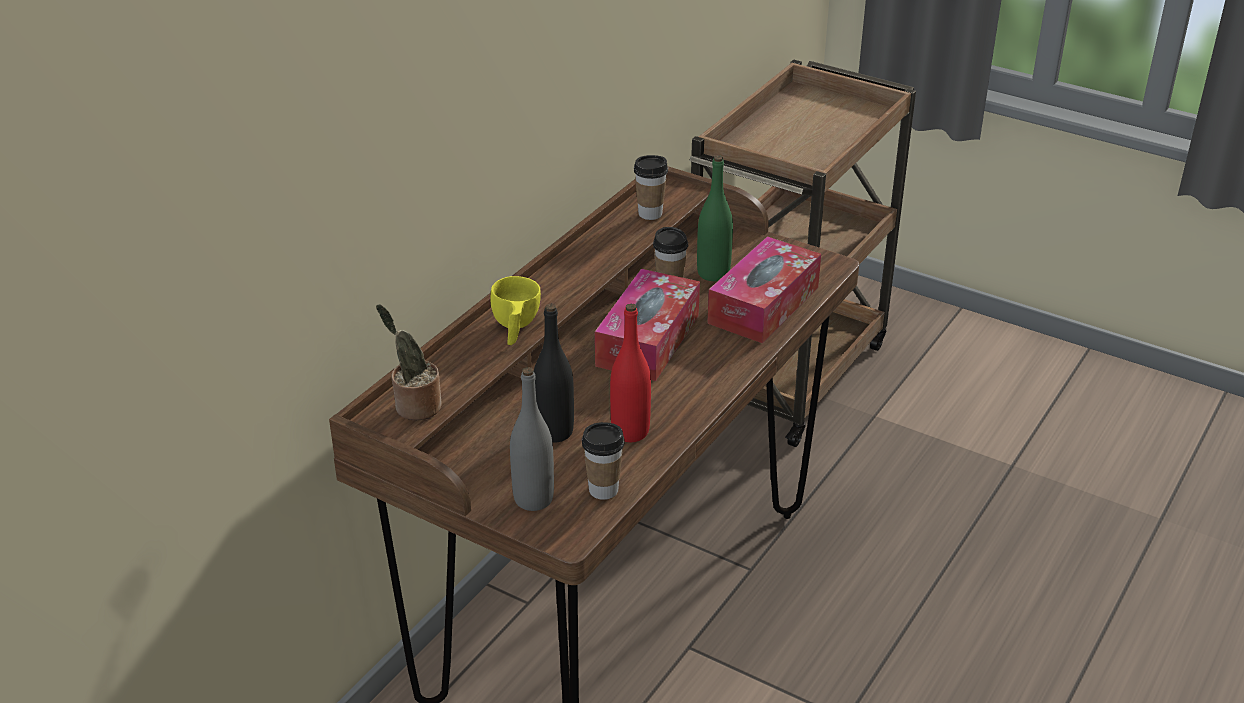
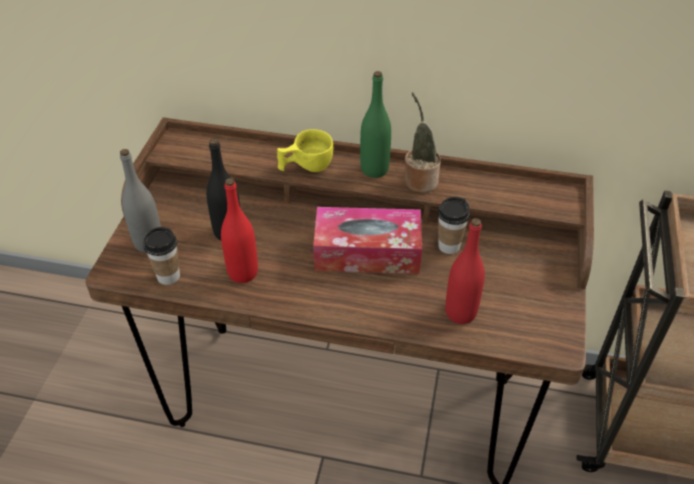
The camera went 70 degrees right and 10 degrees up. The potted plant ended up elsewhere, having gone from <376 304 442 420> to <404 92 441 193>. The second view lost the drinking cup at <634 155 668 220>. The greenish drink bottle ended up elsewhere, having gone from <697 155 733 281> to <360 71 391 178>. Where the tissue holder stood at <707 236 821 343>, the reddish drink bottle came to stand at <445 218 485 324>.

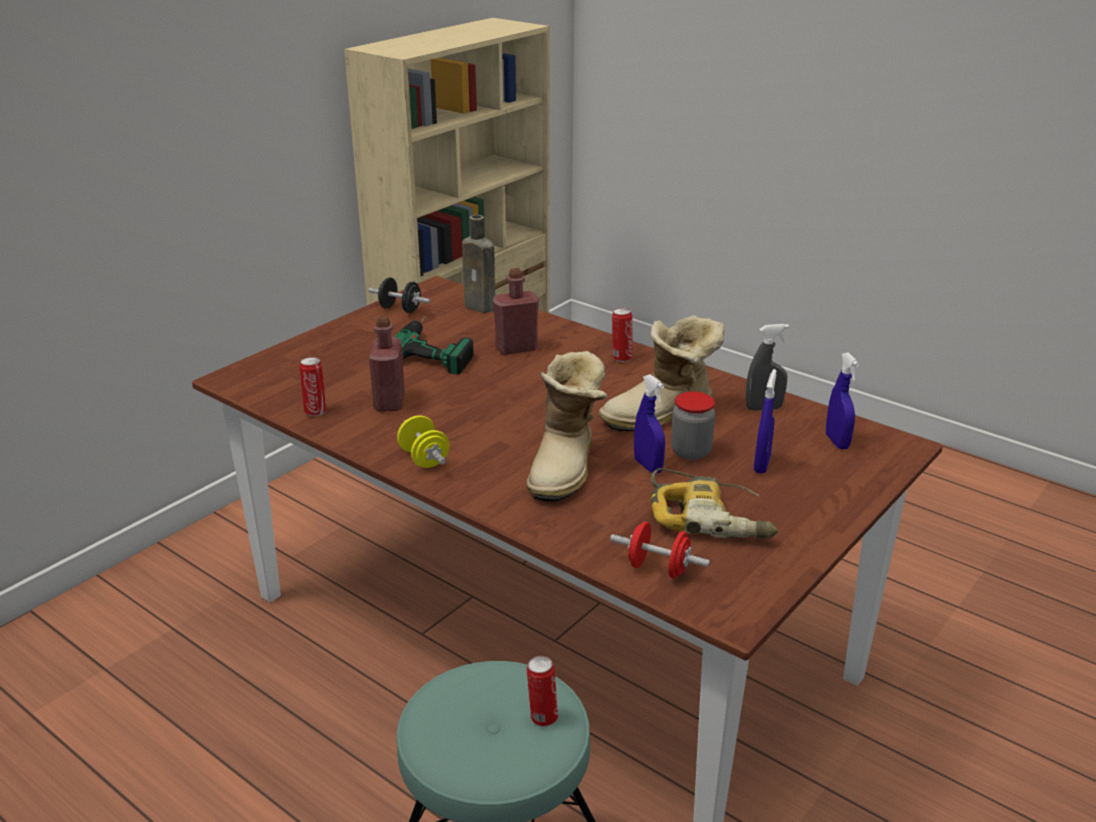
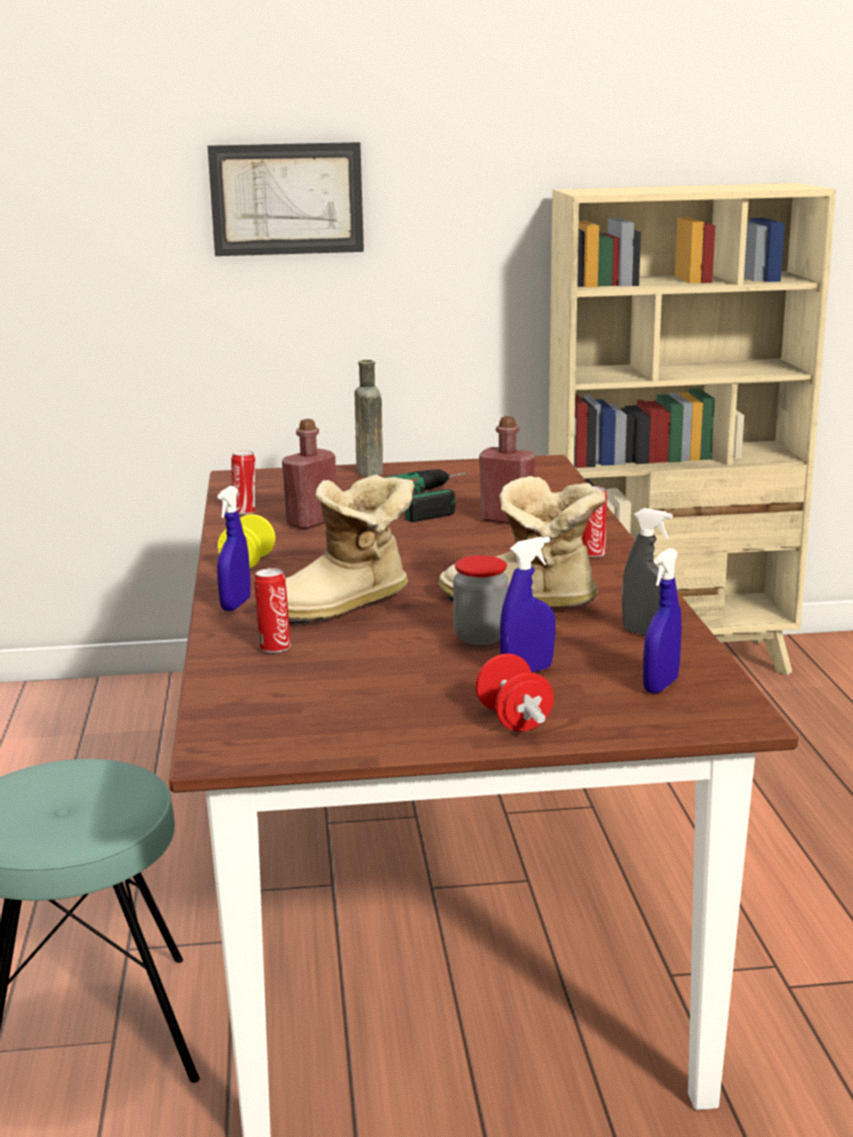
The camera went 45 degrees right and 10 degrees down. The second view lost the black-coloured free weight at <369 277 430 313>. The brownish drink bottle ended up elsewhere, having gone from <462 215 495 313> to <355 360 383 477>. The can ended up elsewhere, having gone from <527 656 558 727> to <254 568 291 653>. The reddish free weight ended up elsewhere, having gone from <610 522 710 578> to <475 654 554 732>. The bluish hand sprayer ended up elsewhere, having gone from <634 374 665 473> to <217 486 251 611>. The second view lost the drill at <651 468 778 539>. The second view gained the picture at <208 142 364 256>.

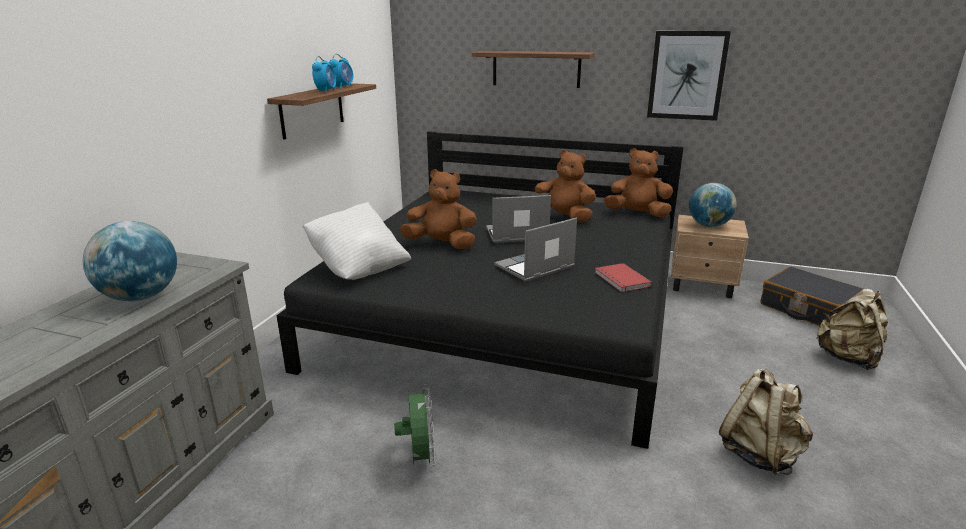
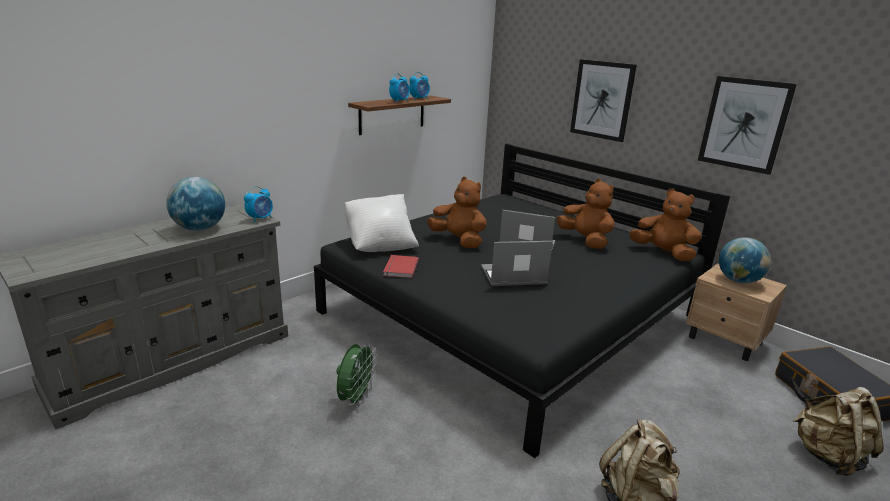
The camera went 25 degrees right and 0 degrees up. Where the wall shelf hung at <472 51 595 88>, the picture came to hang at <570 59 637 142>. The reddish volume ended up elsewhere, having gone from <595 263 652 292> to <383 255 419 278>. The second view gained the table clock at <244 186 273 222>.

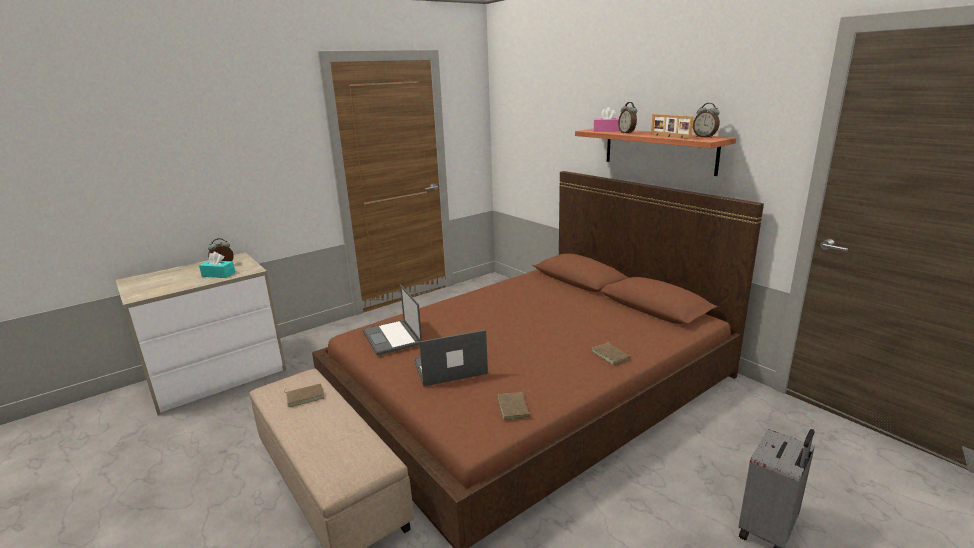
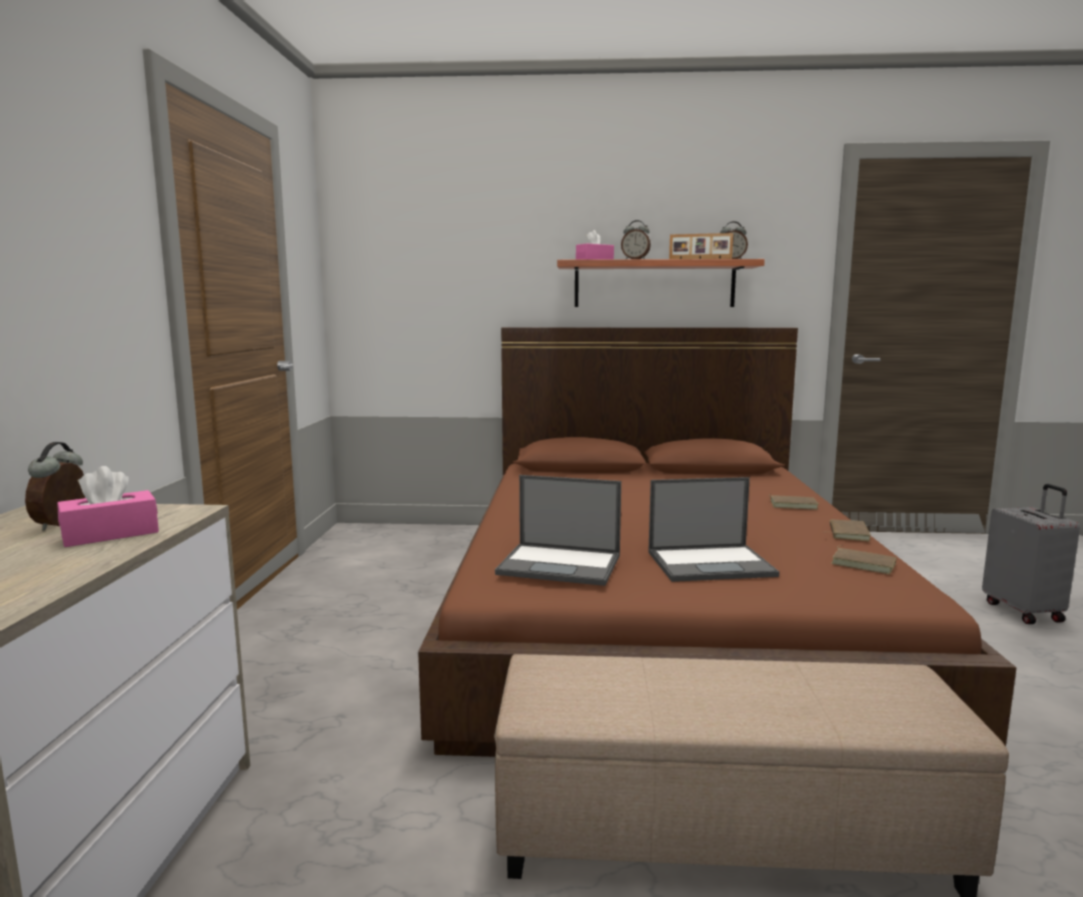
The camera went 50 degrees left and 10 degrees down. What was the turquoise tissue holder at <199 252 235 278> turned into the pinkish tissue holder at <57 466 159 547>. The brownish volume ended up elsewhere, having gone from <284 383 324 407> to <822 519 871 541>. The portable computer at <414 330 488 387> ended up facing another way, 120 degrees counterclockwise from before.

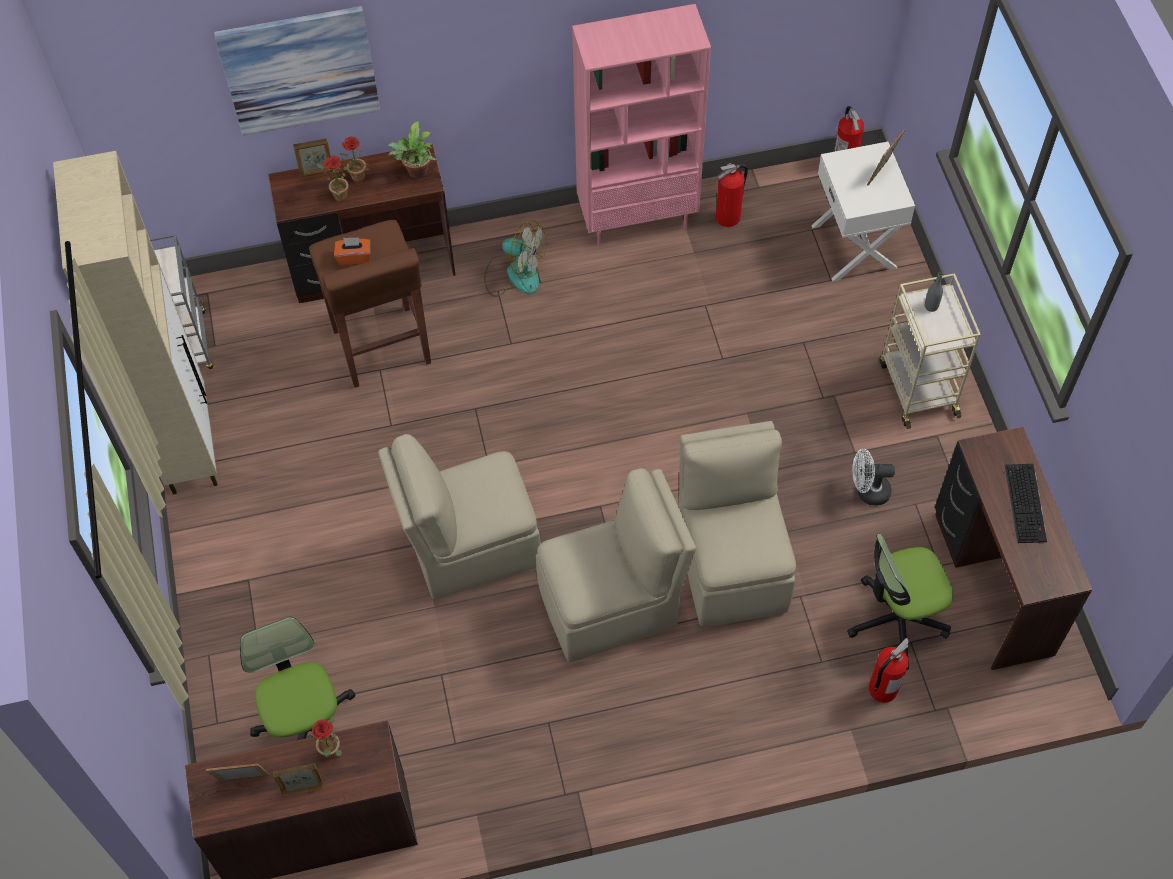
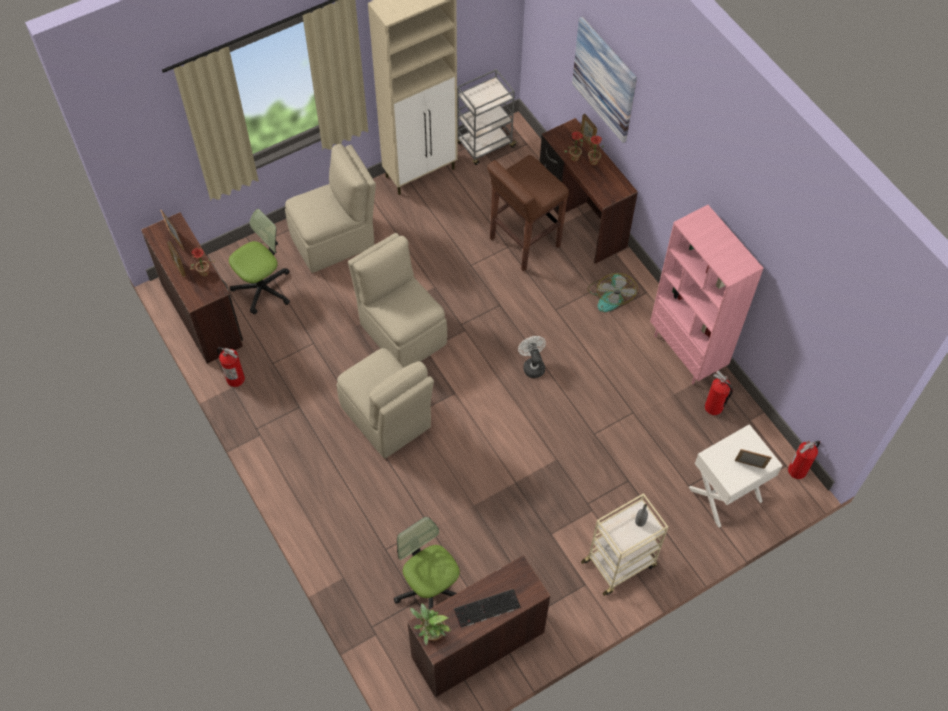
The camera went 70 degrees right and 0 degrees up. The second view lost the orange-coloured tissue holder at <334 237 371 265>. The potted plant ended up elsewhere, having gone from <388 121 436 178> to <410 604 451 645>. The beige chair ended up elsewhere, having gone from <678 421 796 626> to <285 144 376 273>. The white electric fan ended up elsewhere, having gone from <852 449 895 506> to <518 336 546 378>. The fire-fighting cylinder ended up elsewhere, having gone from <869 638 910 703> to <217 347 245 387>.

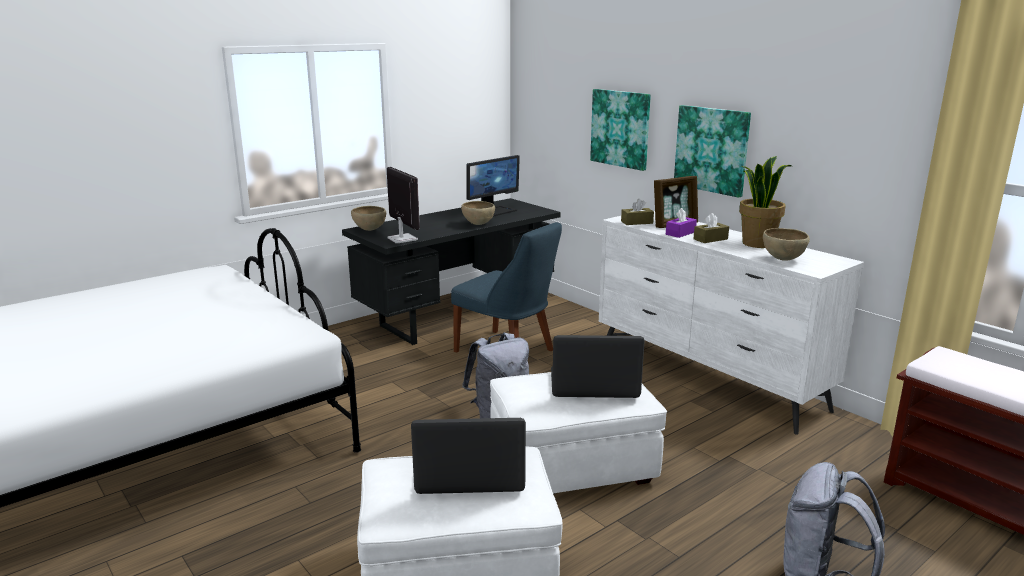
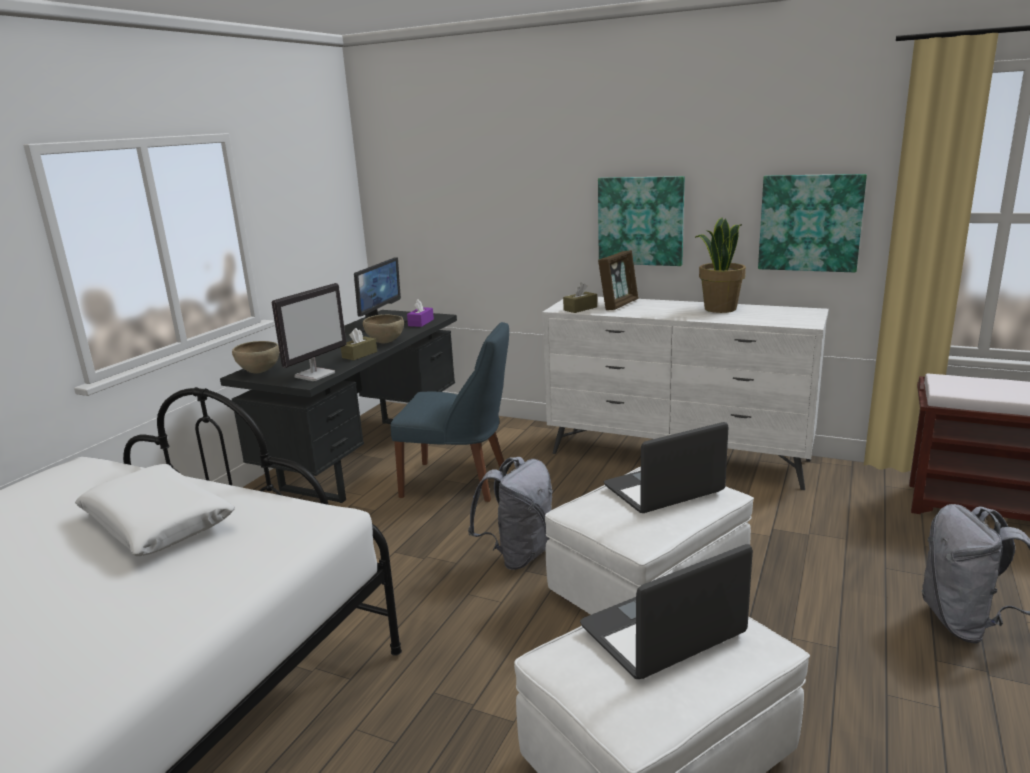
The camera went 25 degrees left and 0 degrees up. The monitor at <387 167 420 243> ended up facing another way, 90 degrees clockwise from before. The picture ended up elsewhere, having gone from <590 89 651 171> to <758 174 867 273>. The purple-coloured tissue holder ended up elsewhere, having gone from <666 208 697 238> to <407 299 434 327>. The brownish tissue holder ended up elsewhere, having gone from <694 213 729 243> to <341 328 377 360>. The second view lost the brownish serving bowl at <763 228 810 261>. The second view gained the white pillow at <75 464 235 556>.

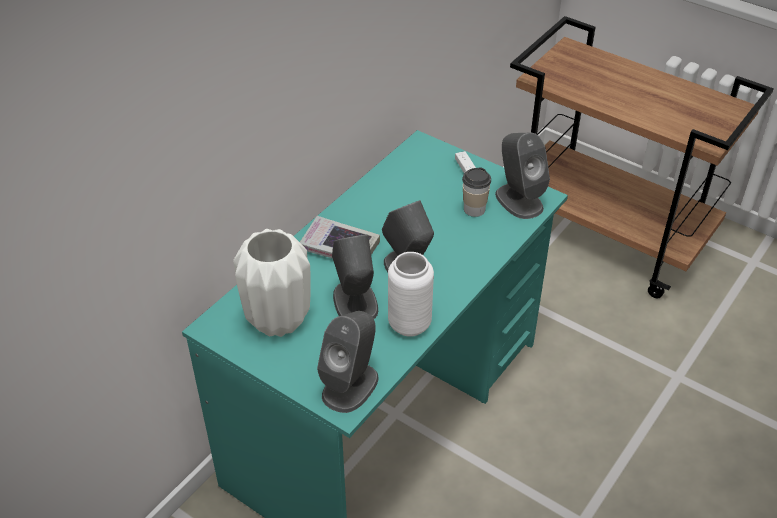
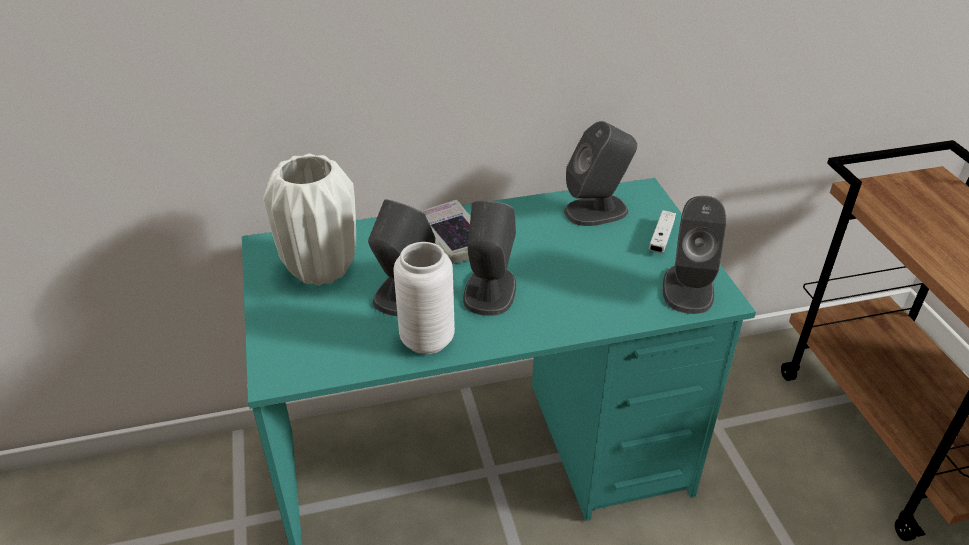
The camera went 40 degrees right and 5 degrees down. The grey speaker ended up elsewhere, having gone from <317 311 379 413> to <564 121 637 226>. The second view lost the drinking cup at <462 167 491 217>.

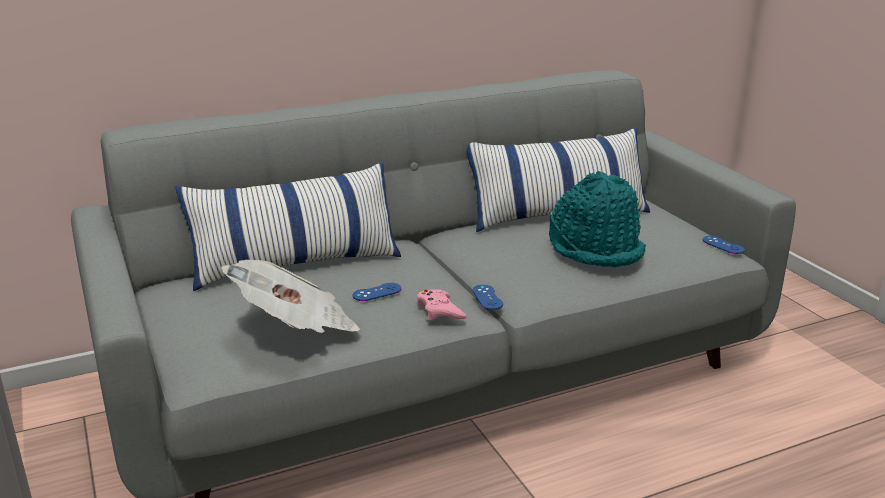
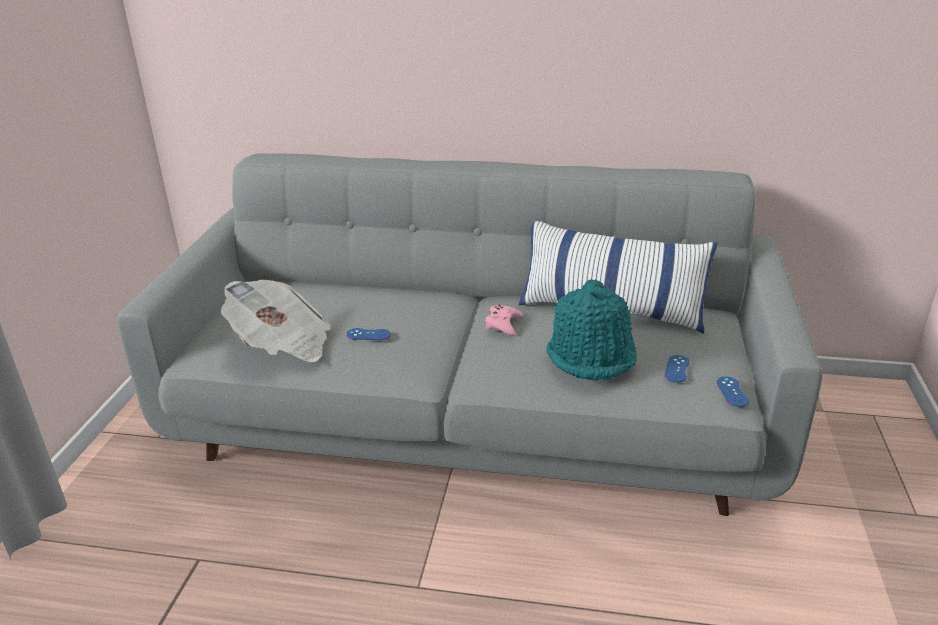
The camera went 35 degrees right and 5 degrees up. The second view lost the pillow at <175 162 401 291>. The pinkish joypad ended up elsewhere, having gone from <417 289 467 321> to <485 305 523 336>. The bluish joypad ended up elsewhere, having gone from <472 285 503 310> to <665 355 690 383>.

